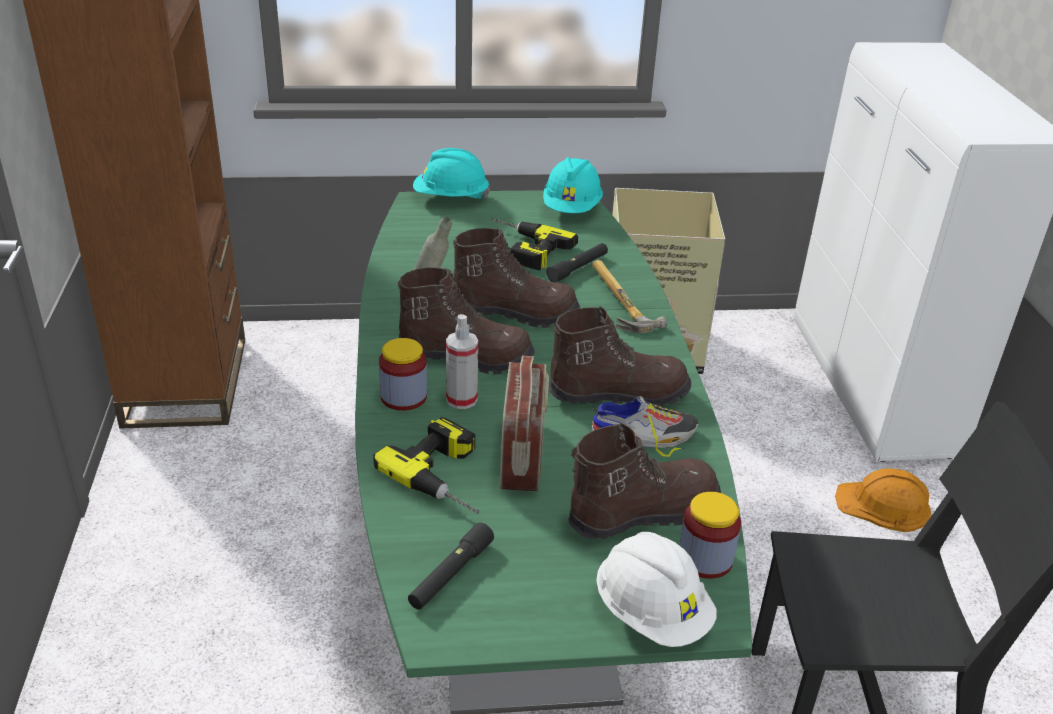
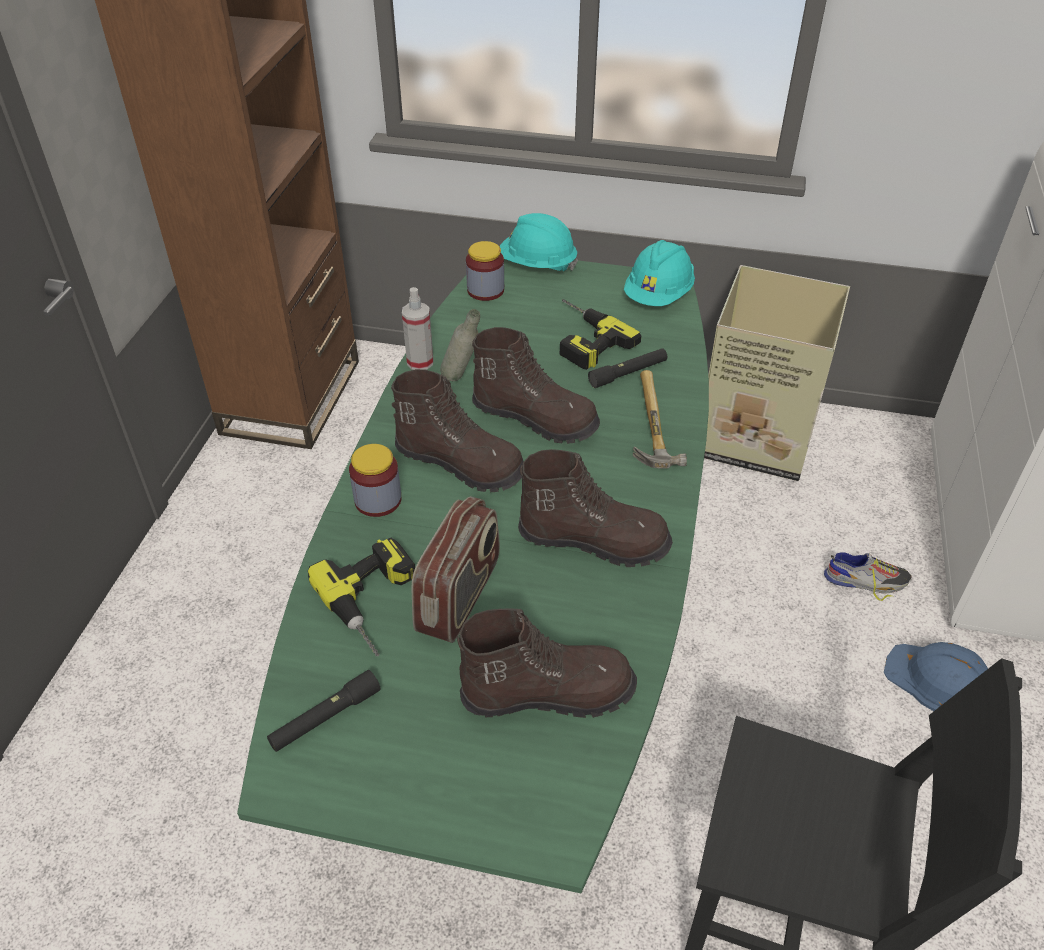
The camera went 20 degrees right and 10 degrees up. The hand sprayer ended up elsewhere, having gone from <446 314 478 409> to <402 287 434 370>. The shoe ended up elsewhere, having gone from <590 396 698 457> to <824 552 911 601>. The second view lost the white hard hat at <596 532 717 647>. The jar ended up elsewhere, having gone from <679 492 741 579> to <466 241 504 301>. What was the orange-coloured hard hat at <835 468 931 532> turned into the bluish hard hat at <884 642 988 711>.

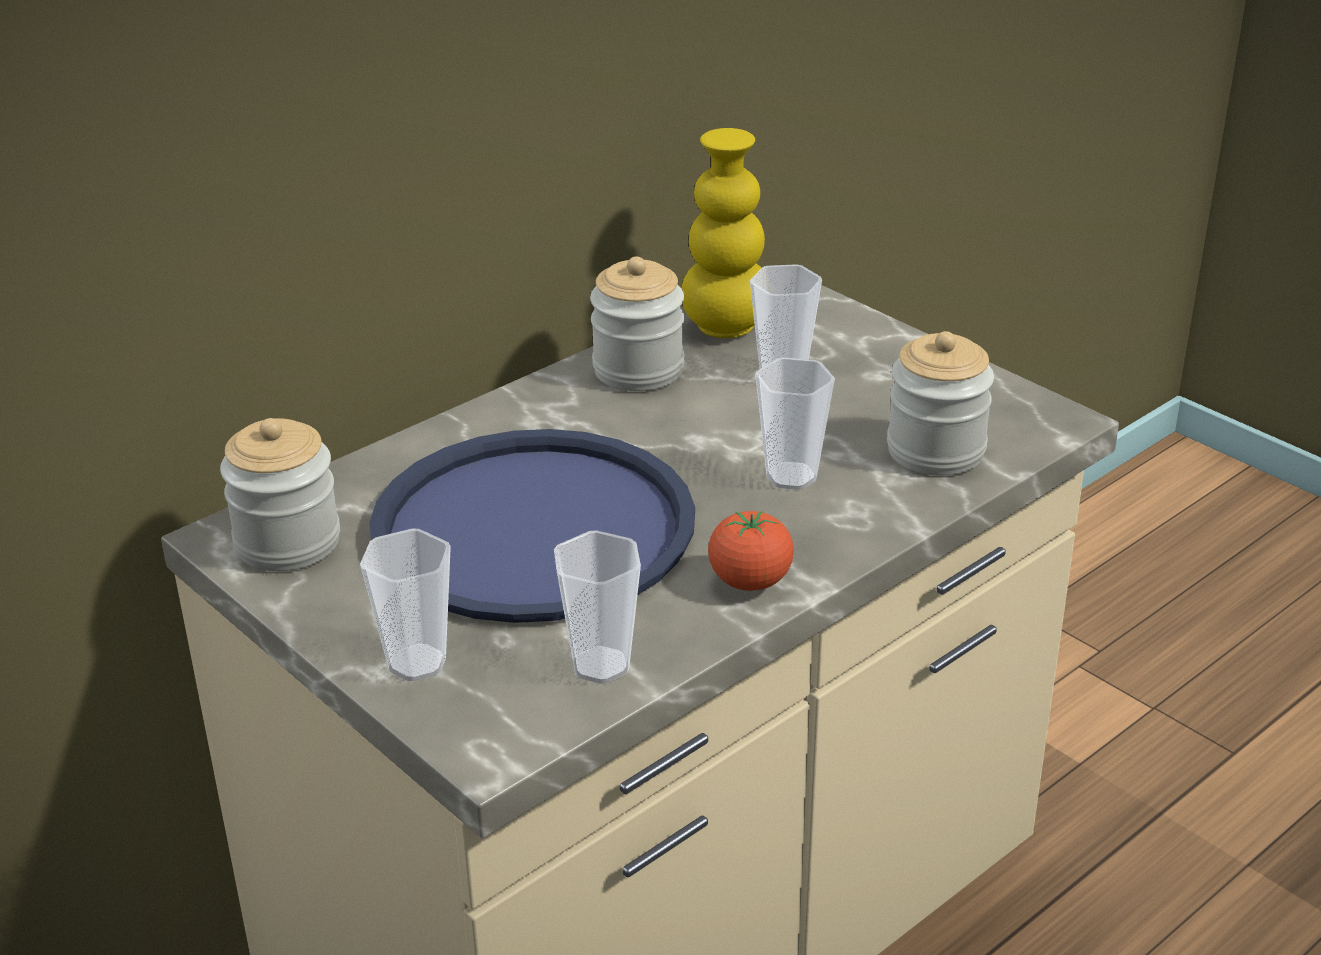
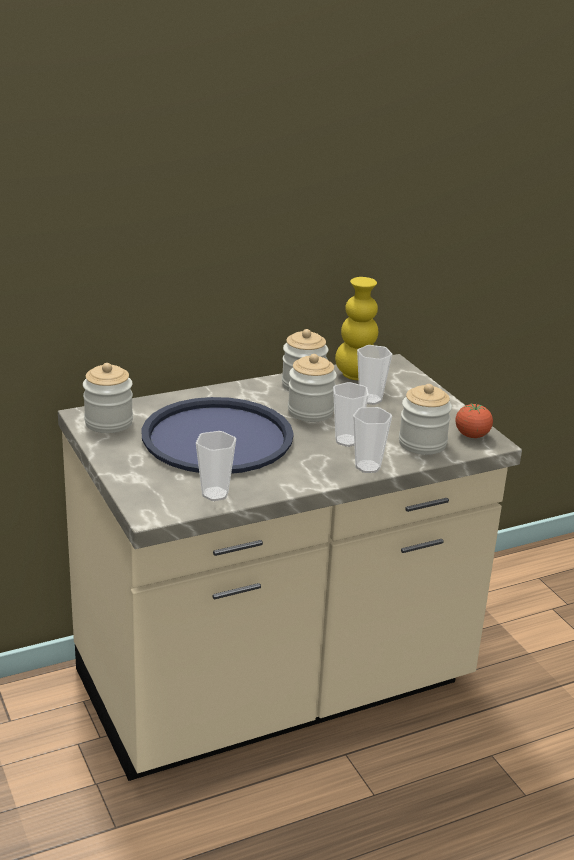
The camera went 15 degrees right and 5 degrees down. The drinking cup ended up elsewhere, having gone from <360 528 451 681> to <353 407 392 473>. The fresh tomato ended up elsewhere, having gone from <708 511 794 591> to <455 403 493 438>. The second view gained the jar at <288 354 337 422>.

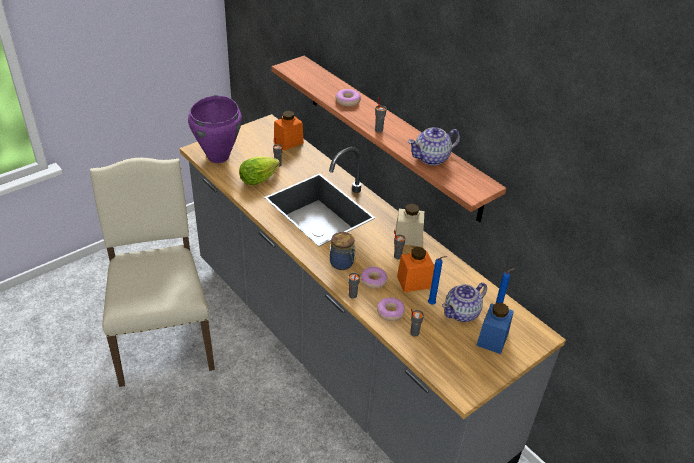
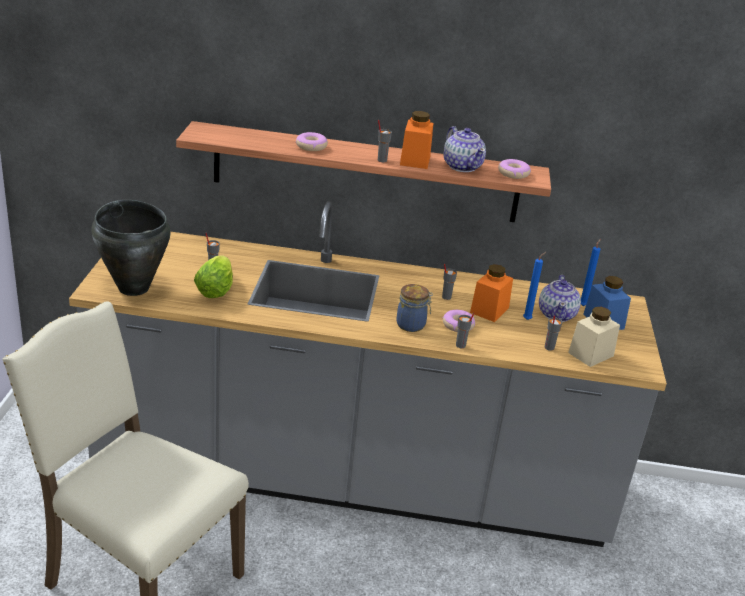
The camera went 45 degrees left and 10 degrees down. What was the purple-coloured stockpot at <188 95 242 163> turned into the black-coloured stockpot at <91 200 171 296>. The orange-coloured jar ended up elsewhere, having gone from <274 111 304 151> to <400 111 434 169>. The ring doughnut ended up elsewhere, having gone from <377 297 405 321> to <498 159 531 179>. The beige jar ended up elsewhere, having gone from <395 204 424 247> to <568 307 620 367>. The pot for tea at <408 127 460 165> ended up facing another way, 45 degrees counterclockwise from before.

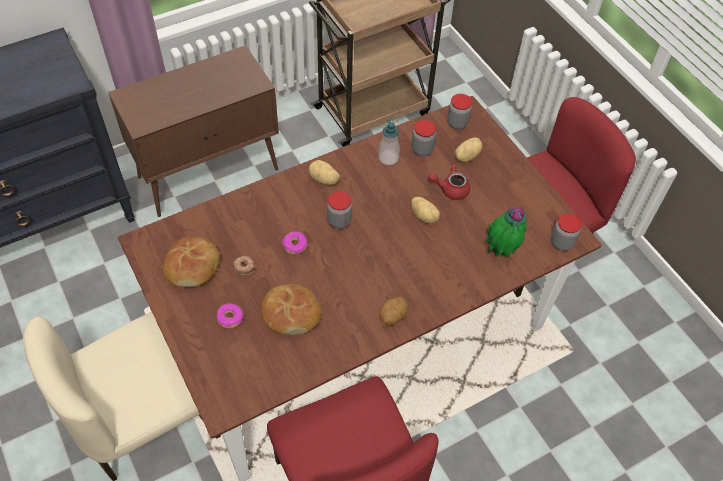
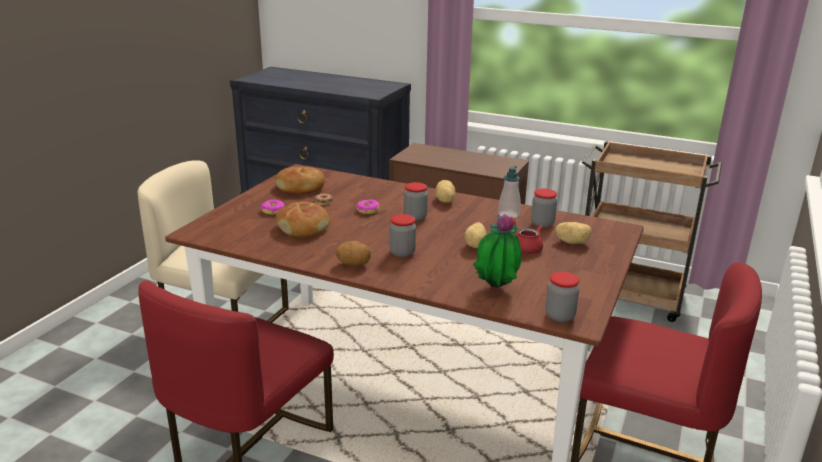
The camera went 55 degrees right and 30 degrees down. The jar ended up elsewhere, having gone from <447 94 472 129> to <389 214 416 257>.

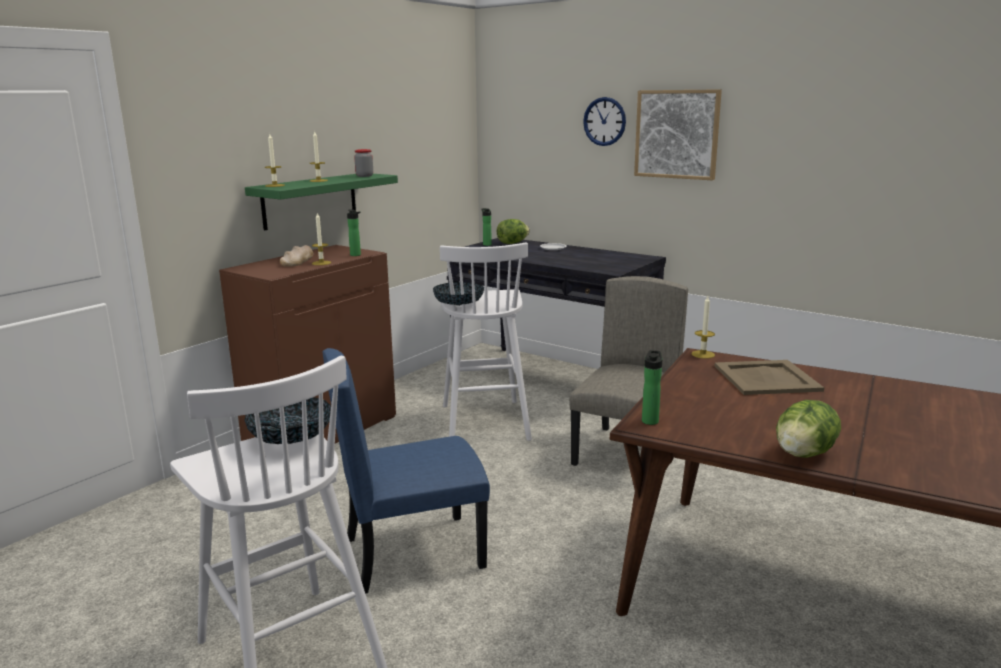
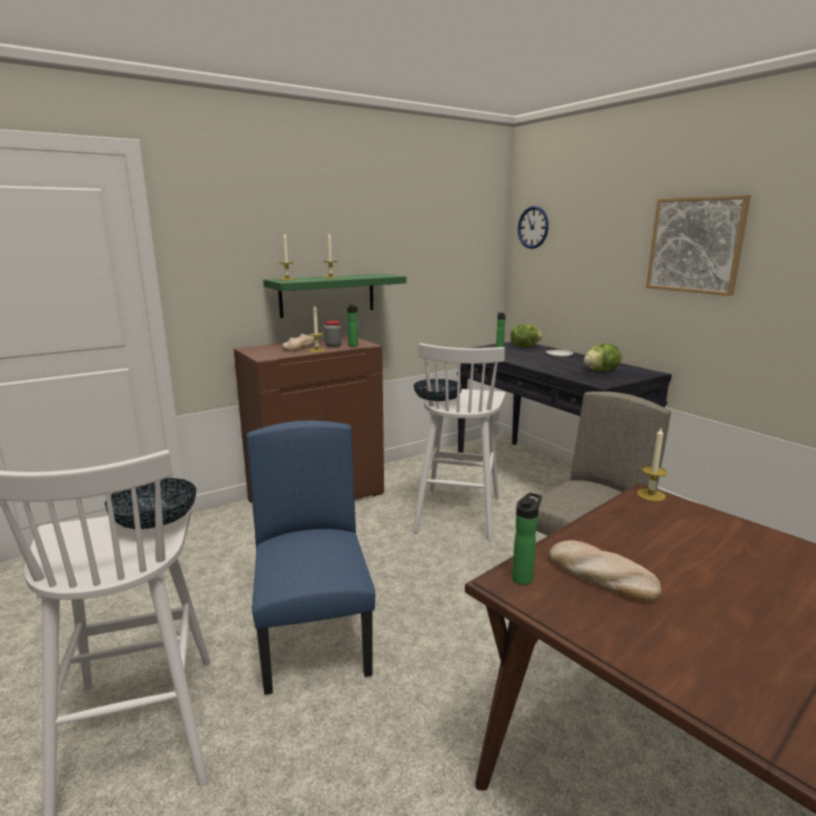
The camera went 20 degrees right and 0 degrees up. The bluish chair at <322 348 490 594> ended up facing another way, 75 degrees clockwise from before. The jar ended up elsewhere, having gone from <354 149 373 177> to <324 321 342 347>. The wall clock ended up elsewhere, having gone from <583 97 626 146> to <518 206 549 249>. The second view lost the beige serving tray at <715 360 824 395>. The lettuce ended up elsewhere, having gone from <776 400 841 458> to <584 343 621 372>. The second view gained the baked bread at <549 540 662 602>.

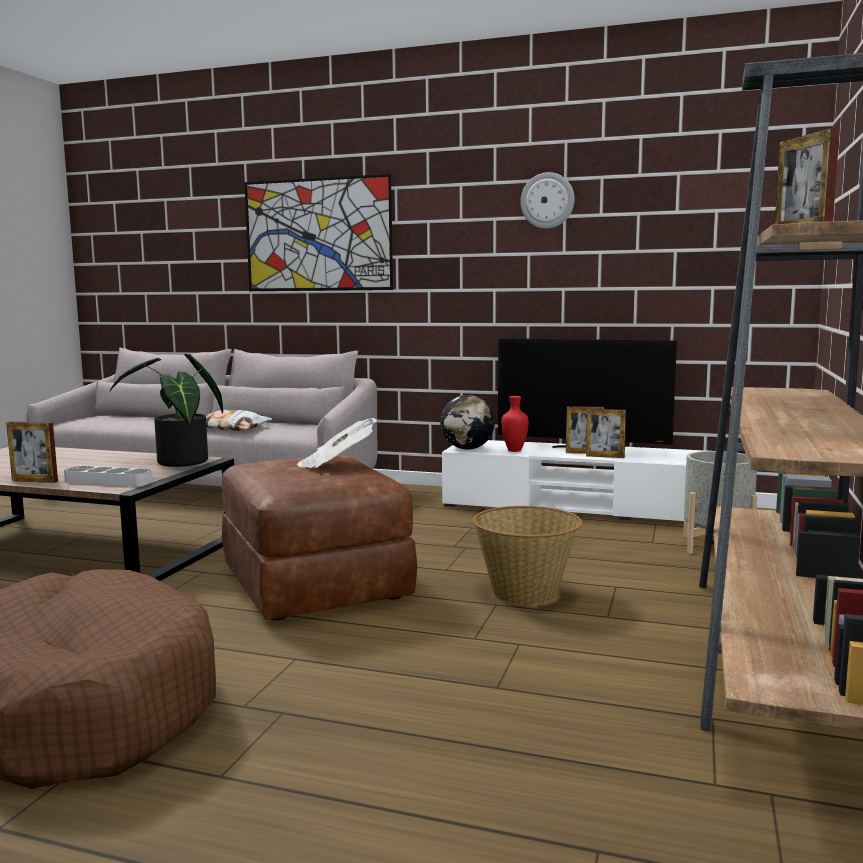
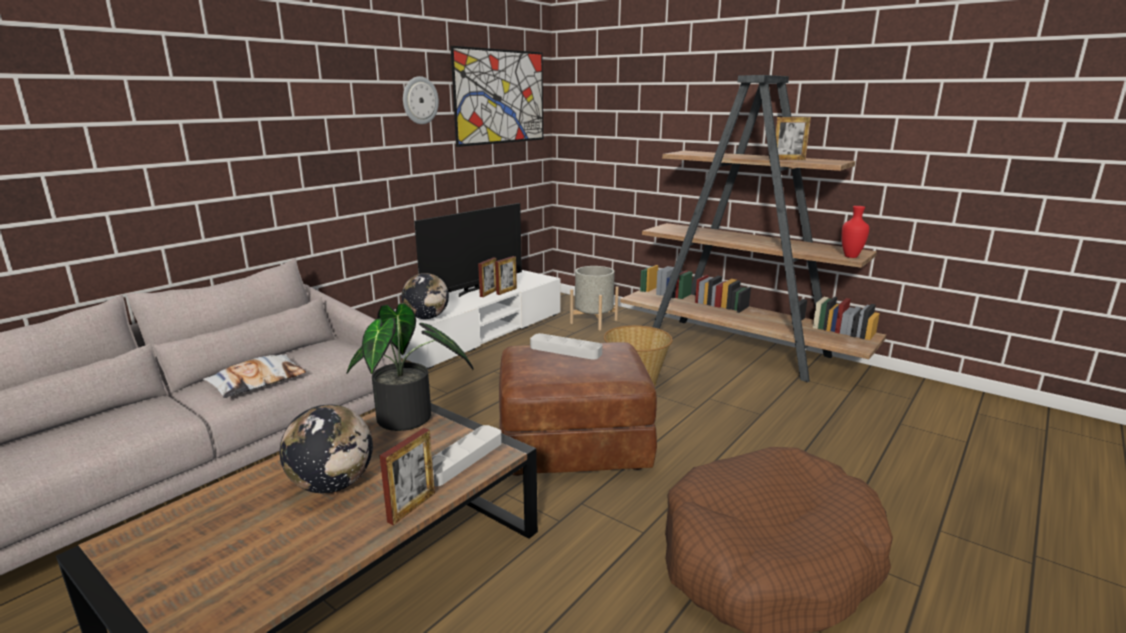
The camera went 70 degrees left and 10 degrees up. The picture ended up elsewhere, having gone from <244 174 393 291> to <451 46 543 147>. Where the daily paper stood at <297 418 377 468>, the grey serving tray came to stand at <530 333 602 360>. The reddish vase ended up elsewhere, having gone from <501 396 529 452> to <841 206 869 258>. The second view gained the globe at <280 405 373 494>.

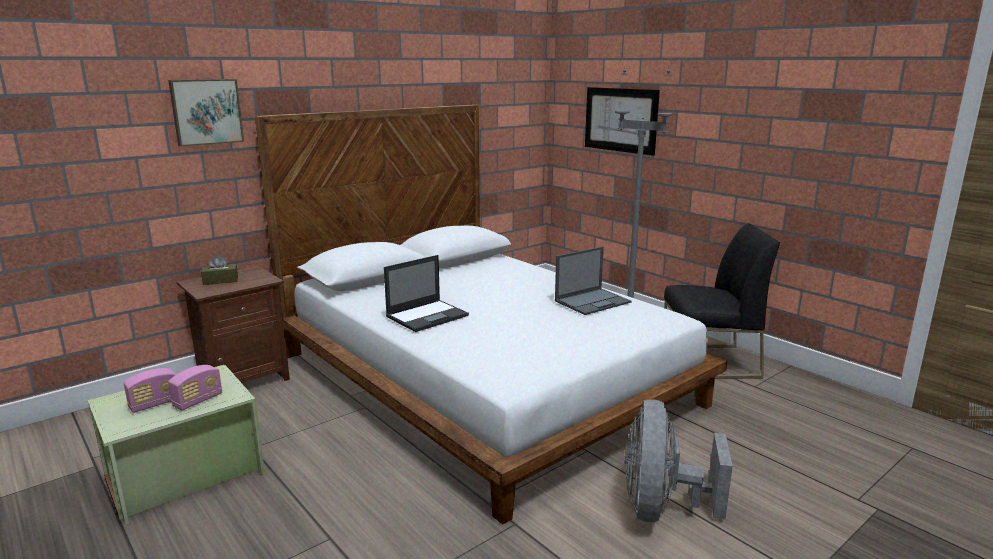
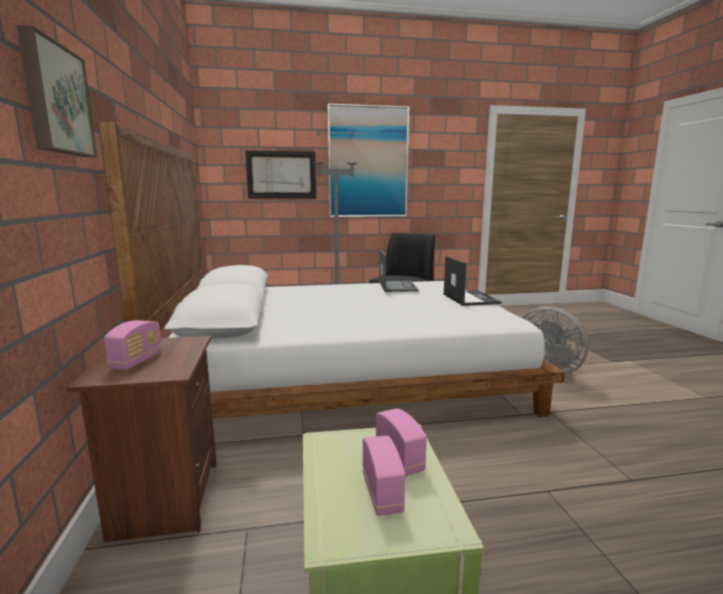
The camera went 60 degrees left and 5 degrees down. Where the brownish tissue holder stood at <201 255 238 285>, the radio set came to stand at <104 320 162 370>. The portable computer ended up elsewhere, having gone from <384 255 469 332> to <443 256 501 306>. The second view gained the picture at <327 104 409 217>.

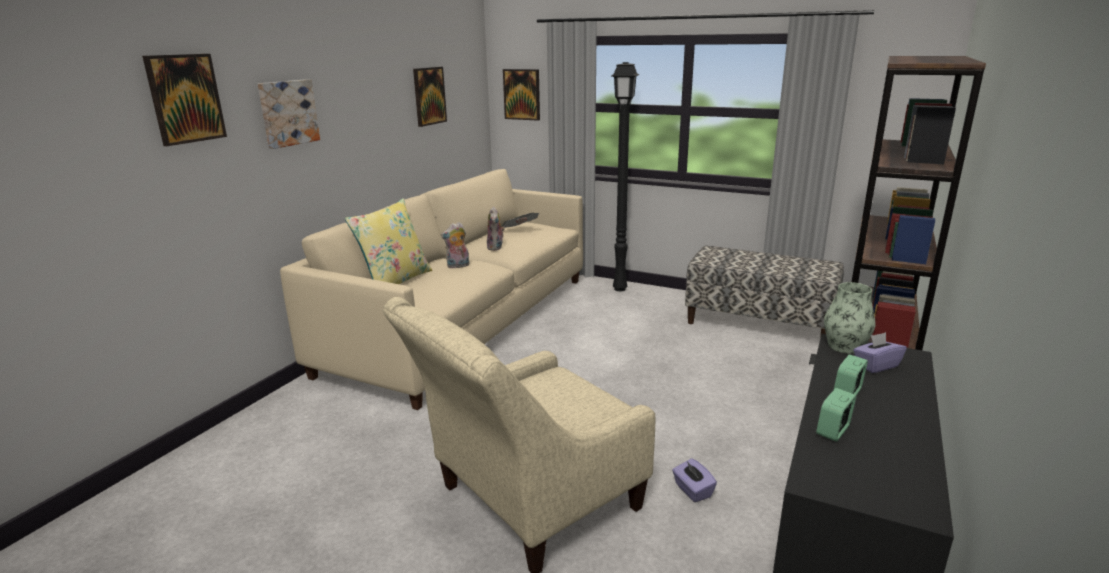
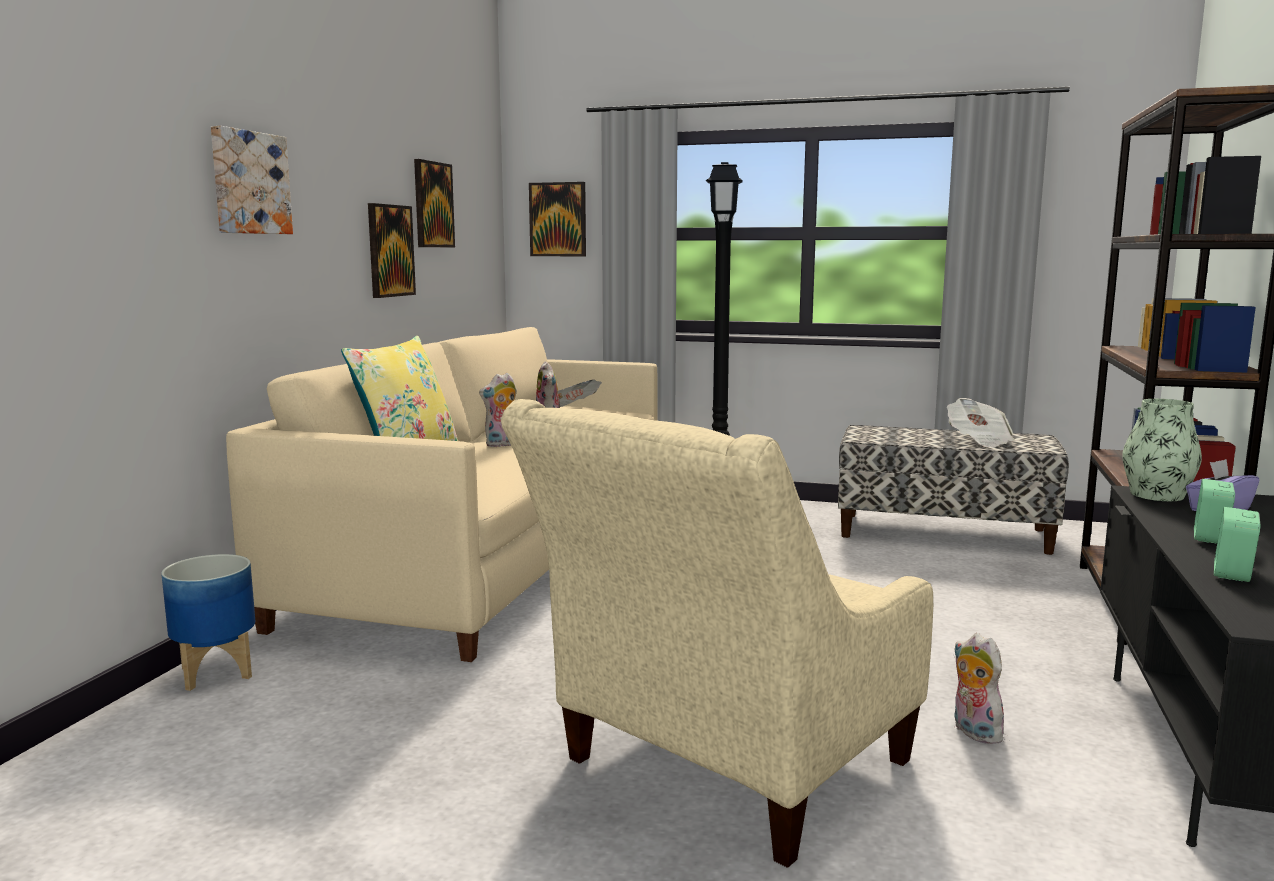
The camera went 10 degrees left and 10 degrees down. The picture ended up elsewhere, having gone from <142 54 227 146> to <368 203 416 298>. Where the purple-coloured tissue holder stood at <672 458 717 502>, the cuddly toy came to stand at <953 633 1005 744>. The second view gained the flower pot at <161 554 255 691>. The second view gained the daily paper at <947 398 1015 448>.

